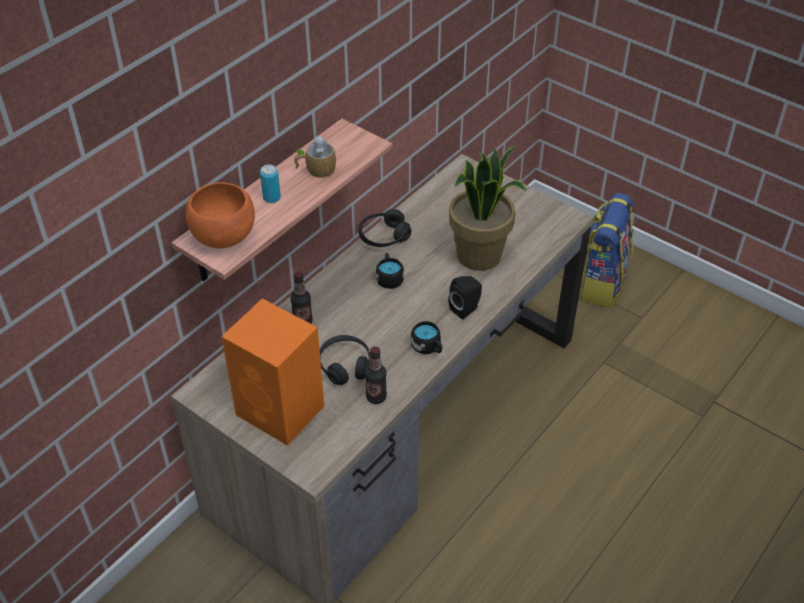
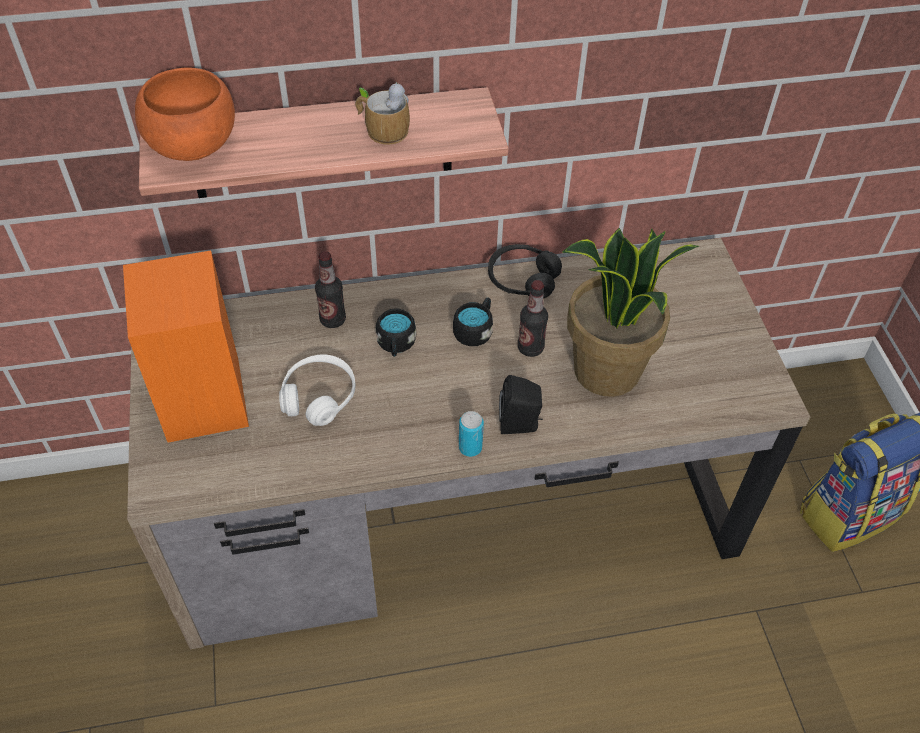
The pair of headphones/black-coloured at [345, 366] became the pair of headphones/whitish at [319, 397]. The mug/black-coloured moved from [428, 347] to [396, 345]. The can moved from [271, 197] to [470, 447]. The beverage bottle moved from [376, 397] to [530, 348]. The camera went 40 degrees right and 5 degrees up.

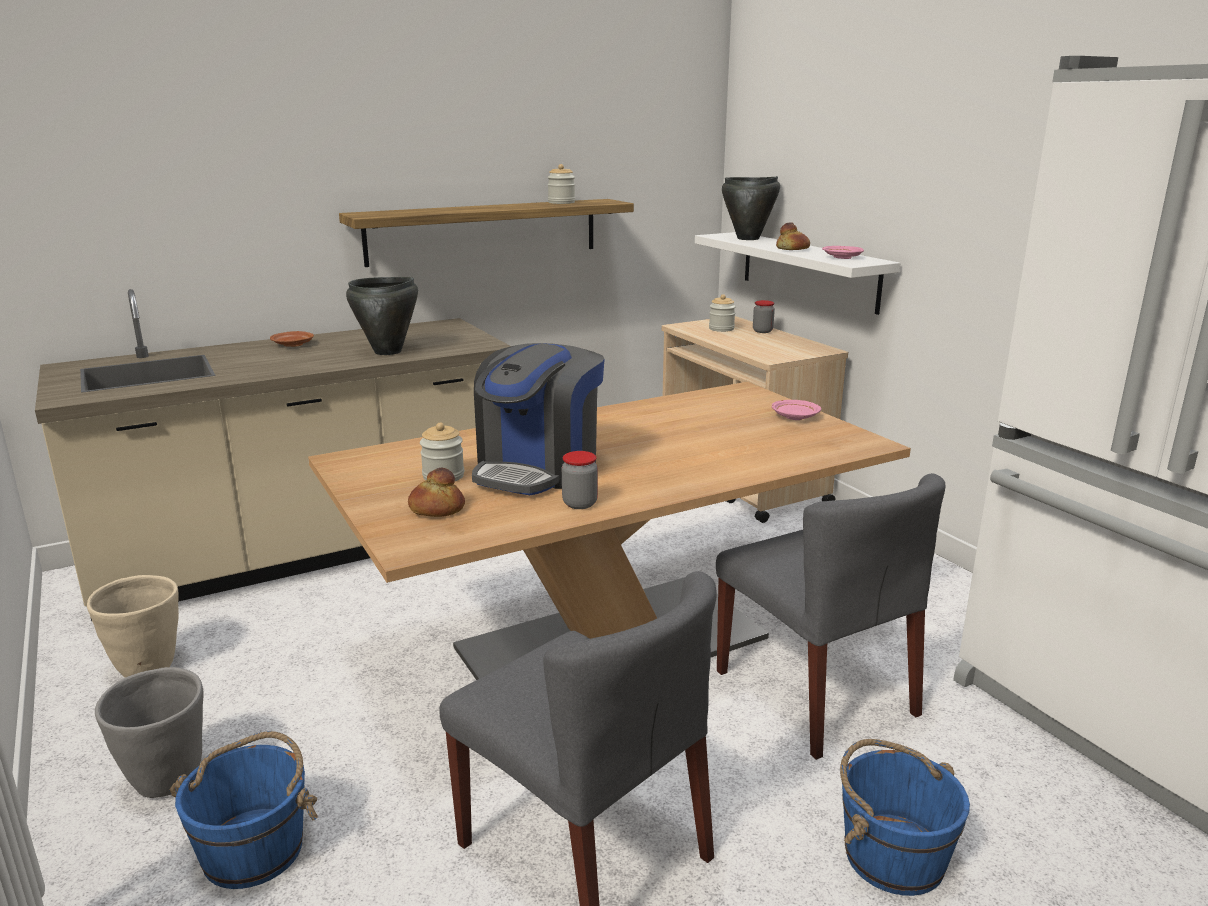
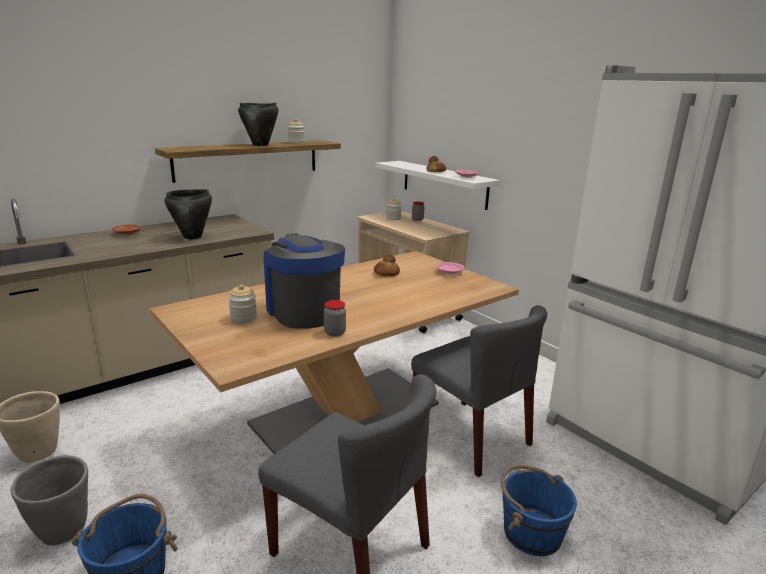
The cooking pot/black-coloured moved from [748, 238] to [260, 145]. The coffee brewer at [538, 469] turned 135 degrees clockwise. The bakery bread moved from [436, 509] to [386, 274]. The camera went 10 degrees left and 0 degrees up.

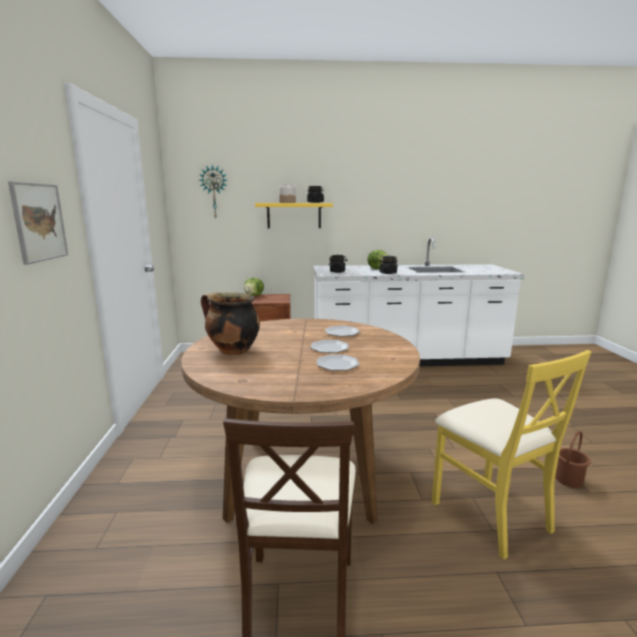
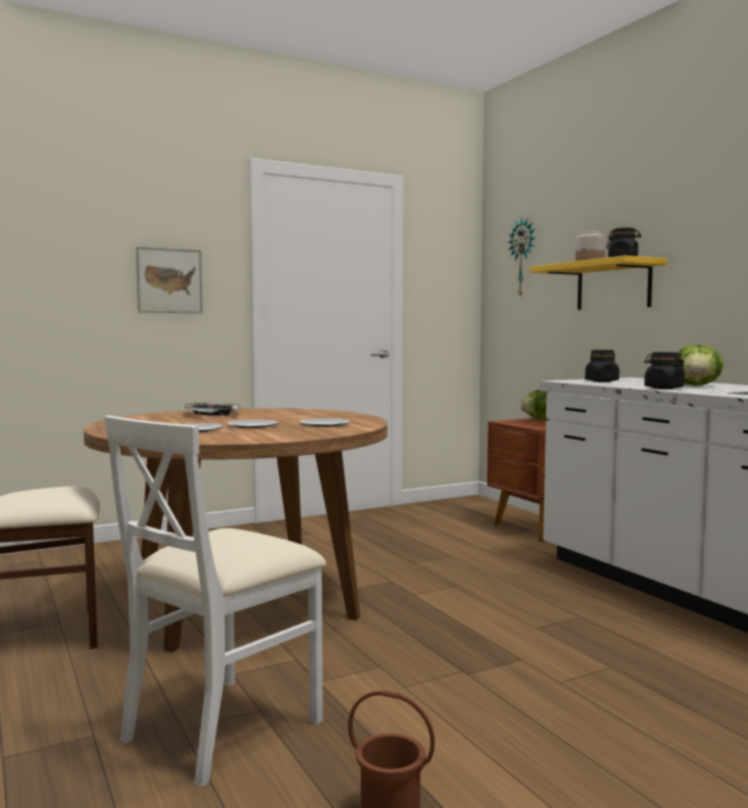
The upright chair/yellowish at [490, 514] became the upright chair/whitish at [222, 726]. The cooking pot at [232, 351] was replaced by the carrying tray at [212, 414]. The camera went 65 degrees right and 10 degrees down.

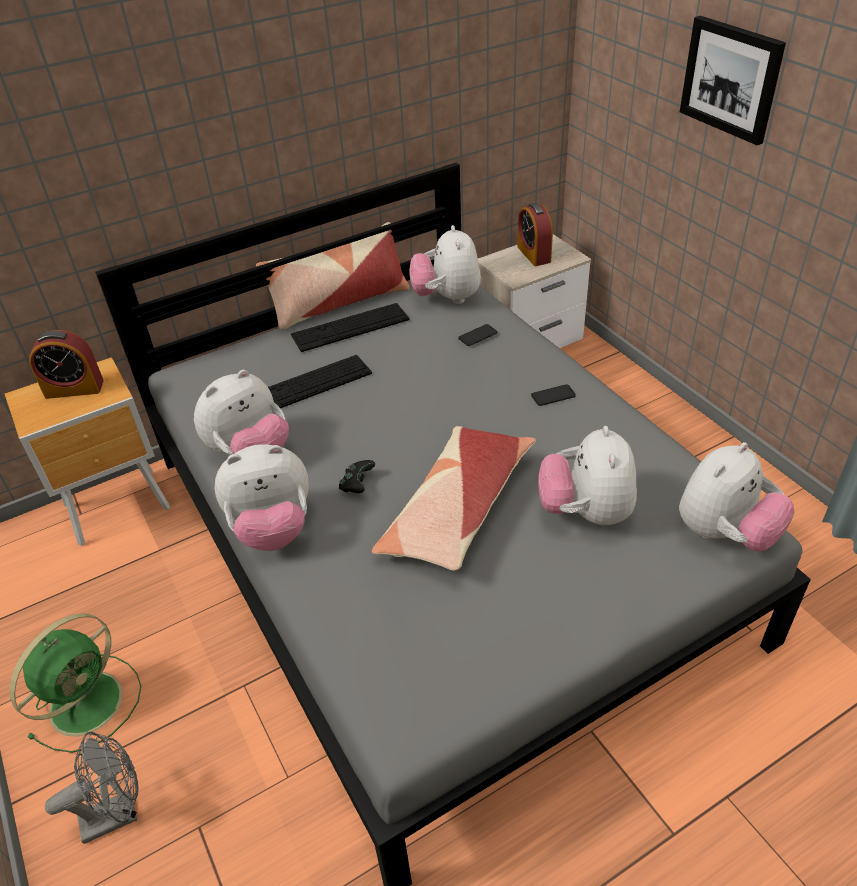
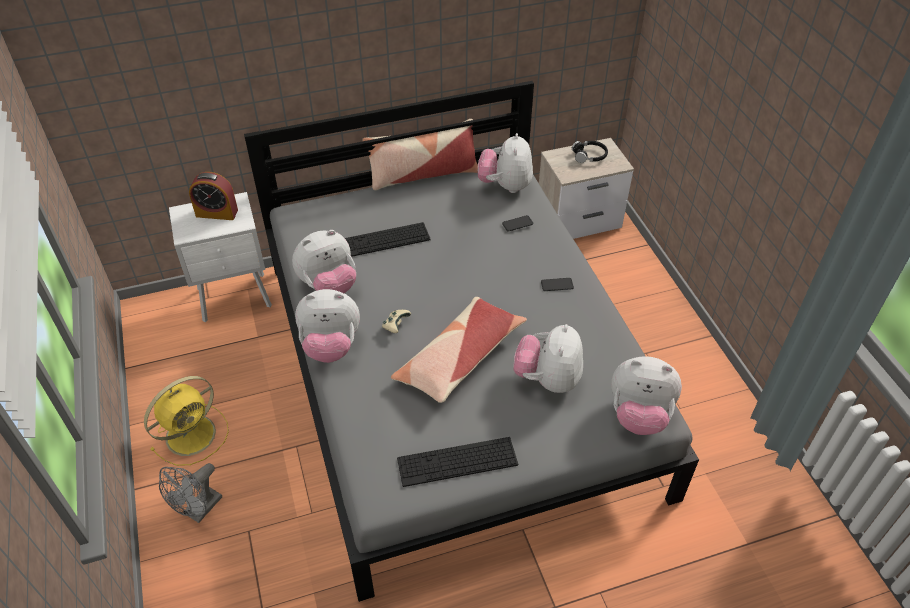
The electric fan/greenish at [89, 700] became the electric fan/yellowish at [192, 433]. The electric fan/greyish at [118, 813] turned 135 degrees clockwise. The nightstand/brown-coloured at [120, 507] became the nightstand/whitish at [236, 298]. The gamepad/black-coloured at [357, 484] became the gamepad/sand-coloured at [396, 326]. The computer keyboard moved from [350, 327] to [457, 461]. The bedside clock at [534, 254] was replaced by the pair of headphones/black-coloured at [589, 156]. The plush toy at [725, 533] turned 45 degrees clockwise. The wall picture at [731, 79] disappeared. The camera went 10 degrees right and 5 degrees up.

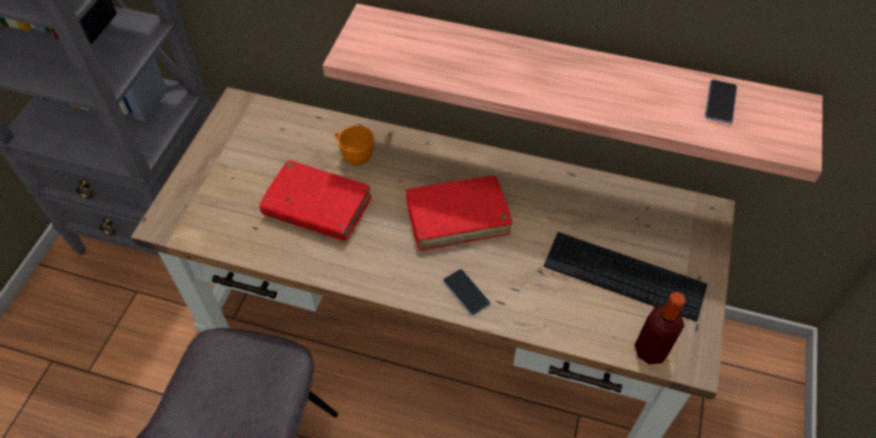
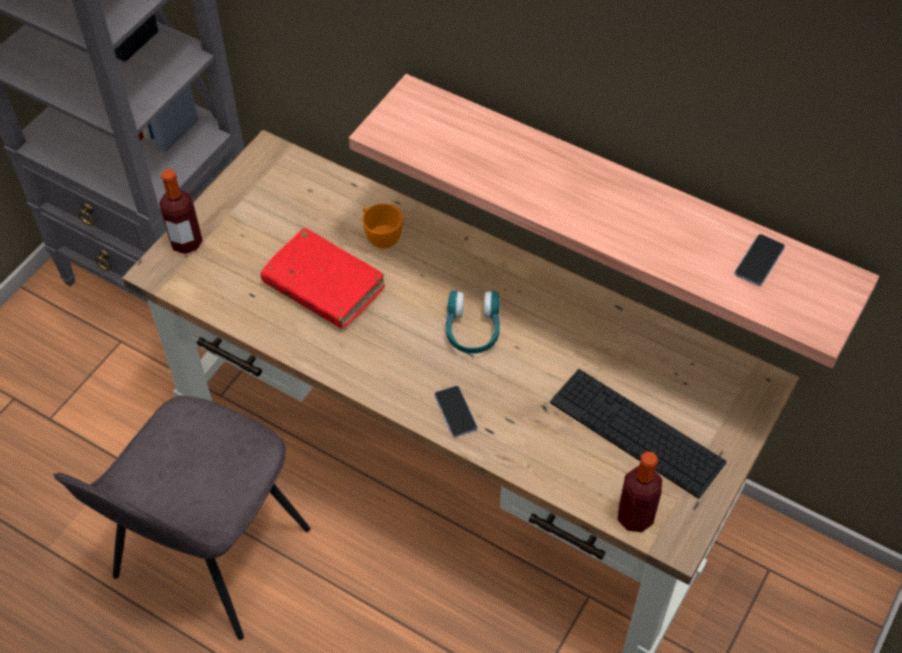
The beverage bottle at [186, 243] appeared. The book/red at [457, 218] was replaced by the pair of headphones/turquoise-coloured at [472, 330]. The camera went 15 degrees right and 0 degrees up.

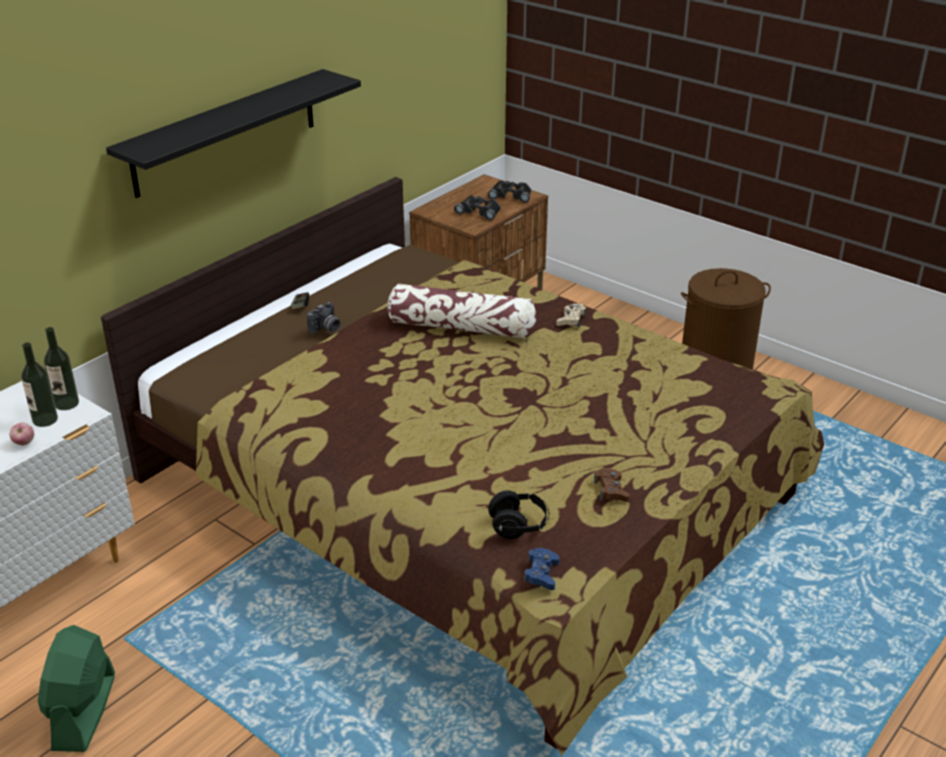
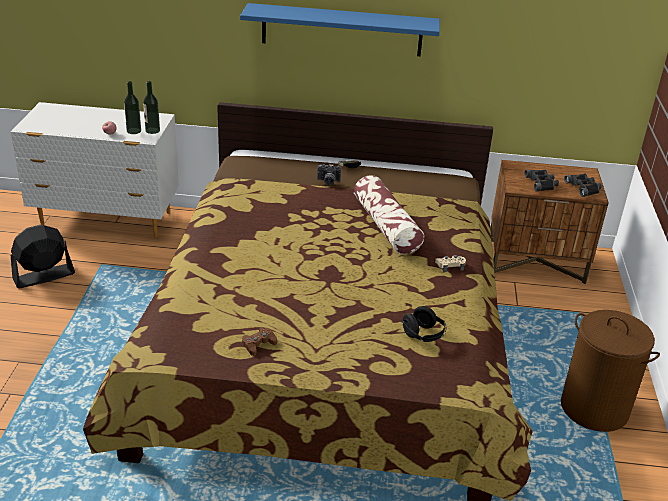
The electric fan/greenish at [84, 712] became the electric fan/black-coloured at [43, 276]. The bracket shelf/black-coloured at [225, 132] became the bracket shelf/blue at [341, 30]. The pair of headphones/black-coloured moved from [519, 526] to [423, 335]. The gamepad/blue at [541, 574] disappeared. The camera went 55 degrees right and 0 degrees up.

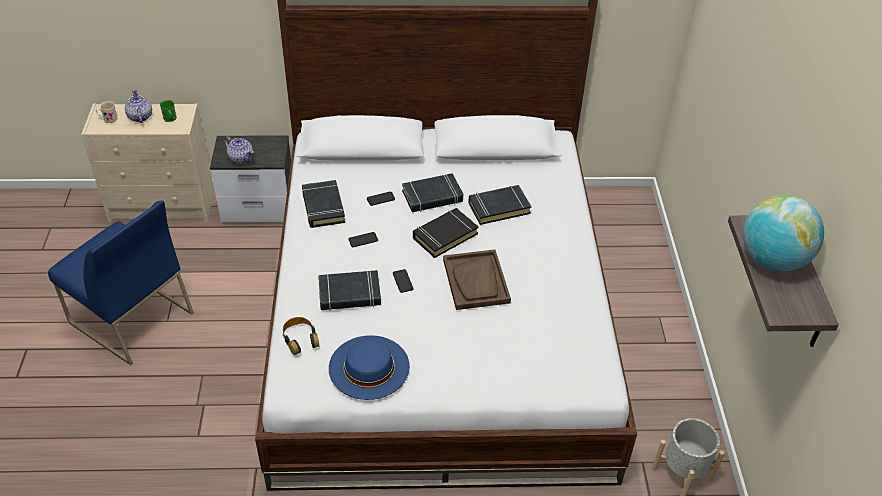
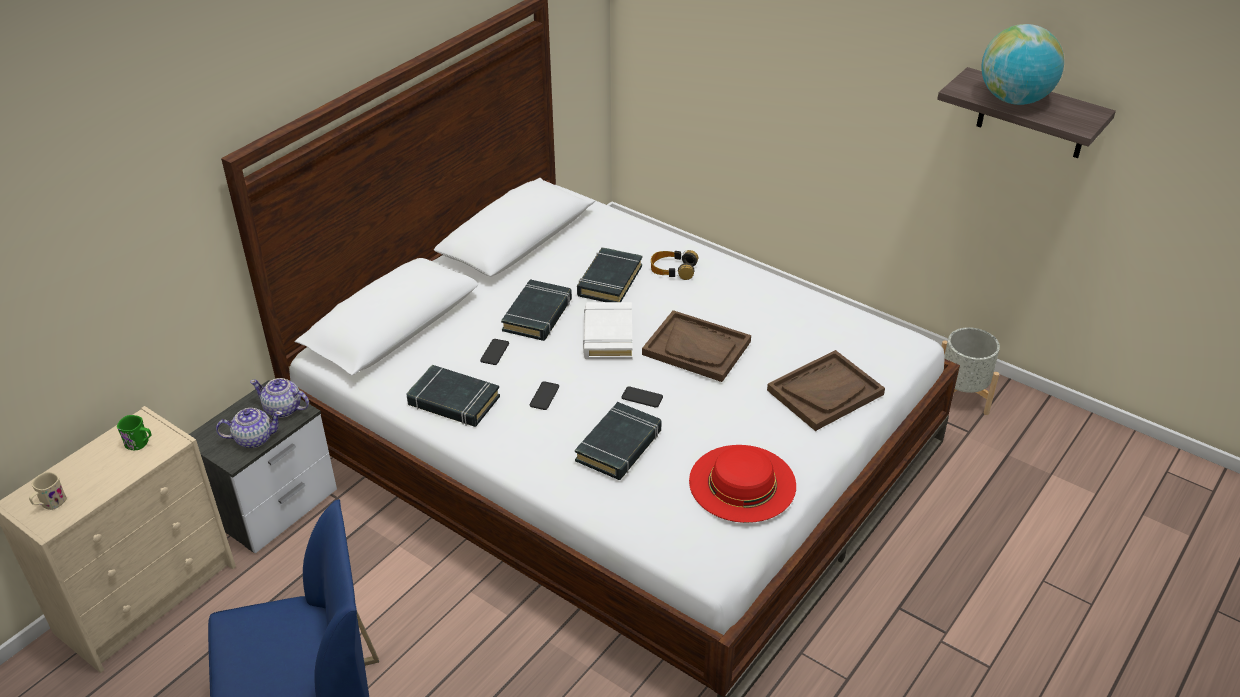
The tea pot moved from [140, 117] to [283, 409]. The book/black-coloured at [444, 236] became the book/whitish at [608, 335]. The pair of headphones moved from [300, 339] to [673, 269]. The wearable hat/blue at [369, 367] became the wearable hat/red at [742, 483]. The carrying tray/brown-coloured at [825, 392] appeared. The camera went 50 degrees left and 5 degrees down.

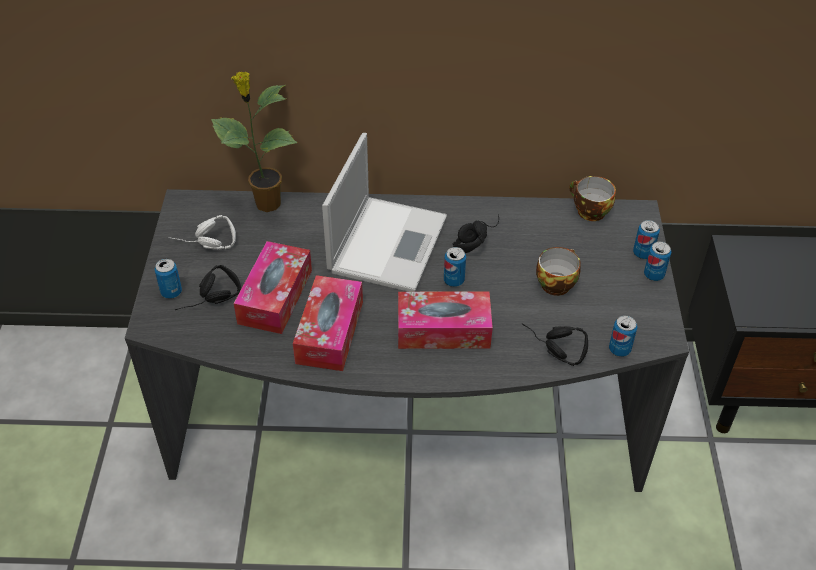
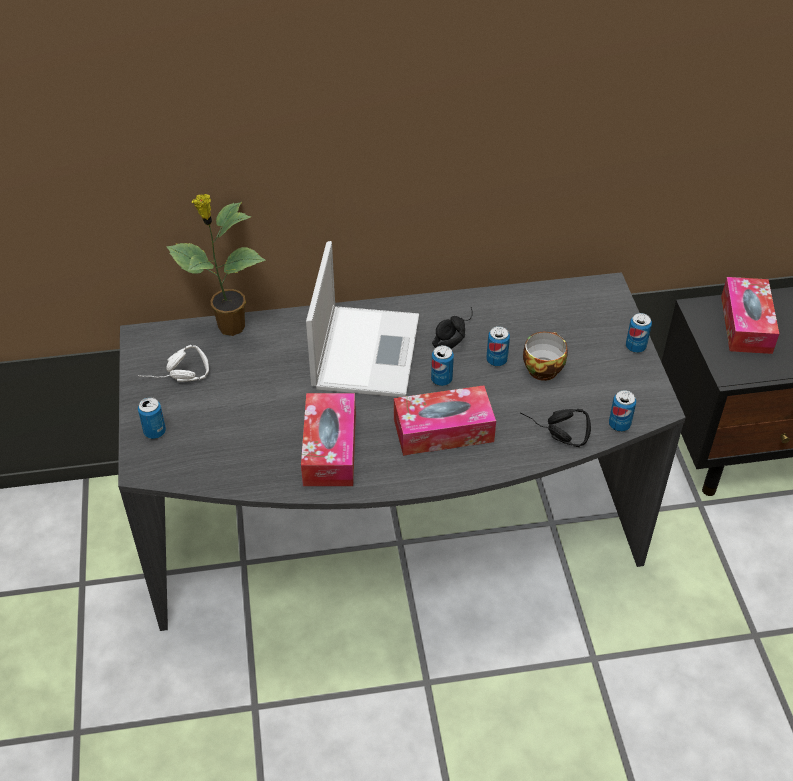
The can moved from [642, 253] to [496, 360]. The box of tissues moved from [275, 296] to [746, 324]. The pair of headphones/black-coloured at [211, 302] disappeared. The drinking cup at [589, 211] disappeared. The camera went 10 degrees left and 0 degrees up.

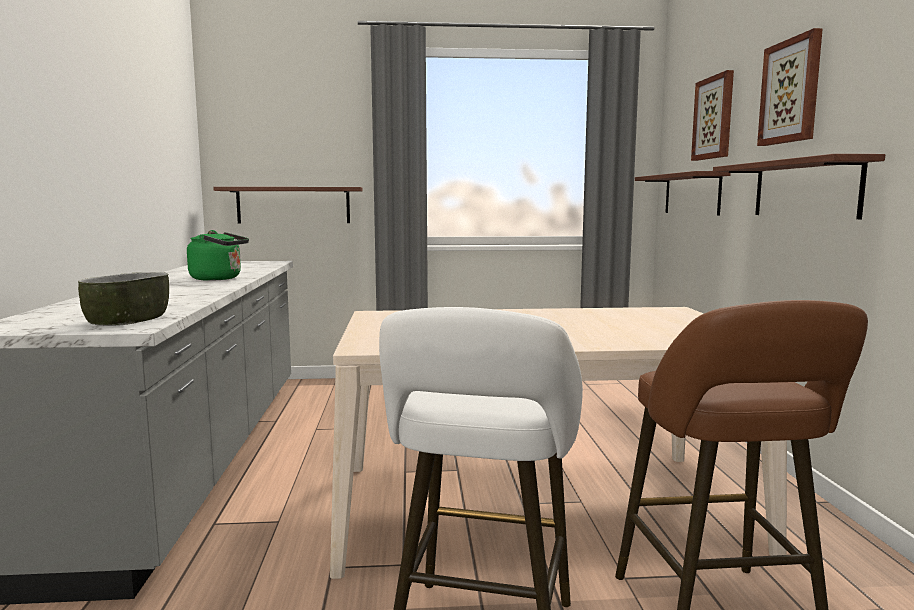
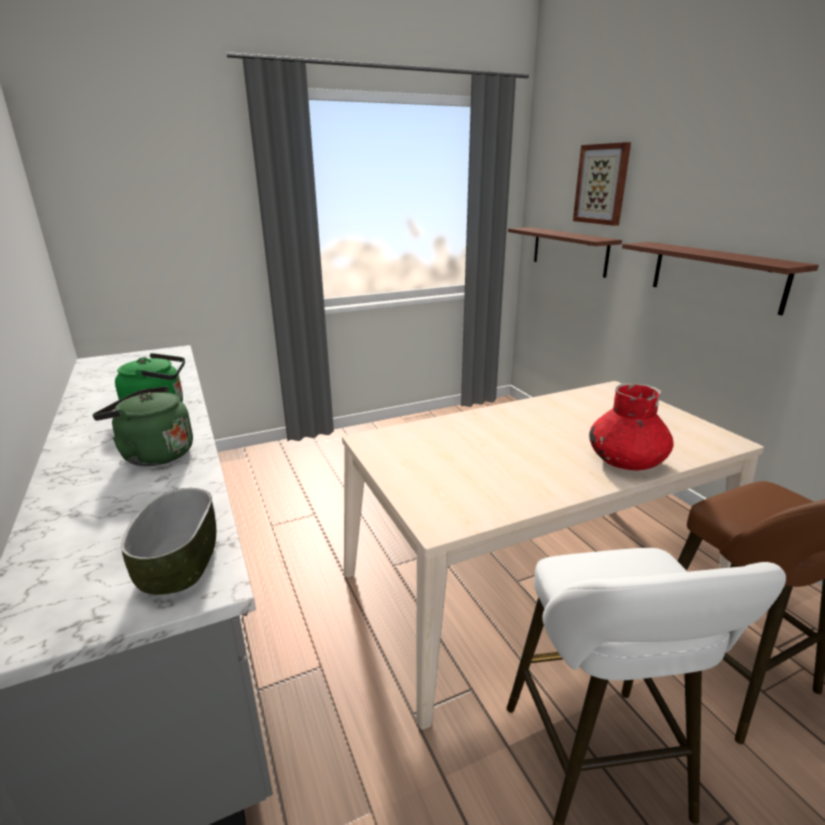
The water kettle/greenish at [154, 454] appeared. The vase/red at [626, 461] appeared. The bracket shelf at [293, 205] disappeared. The wall picture at [791, 91] disappeared. The camera went 20 degrees left and 15 degrees up.

